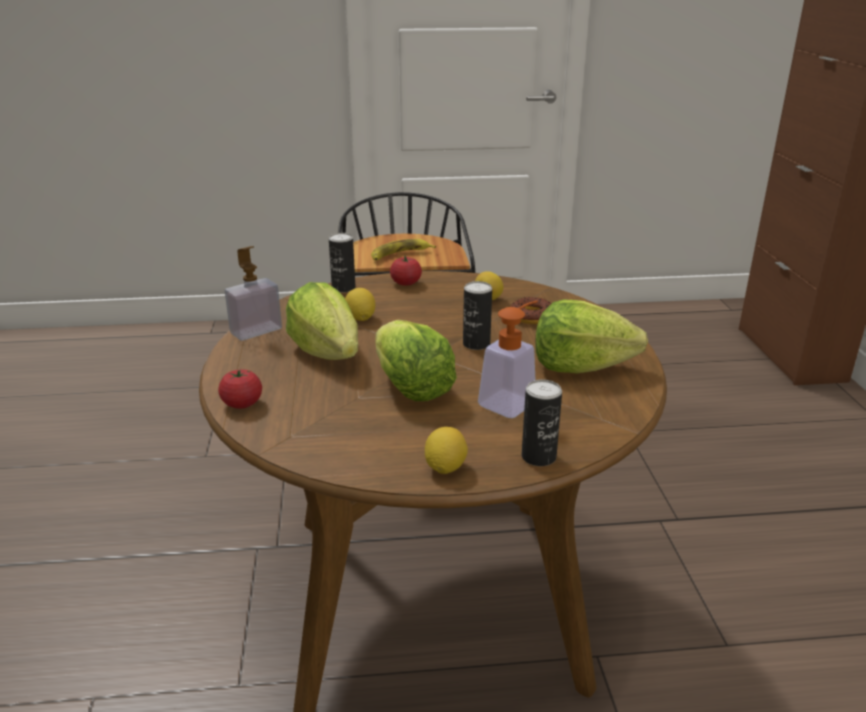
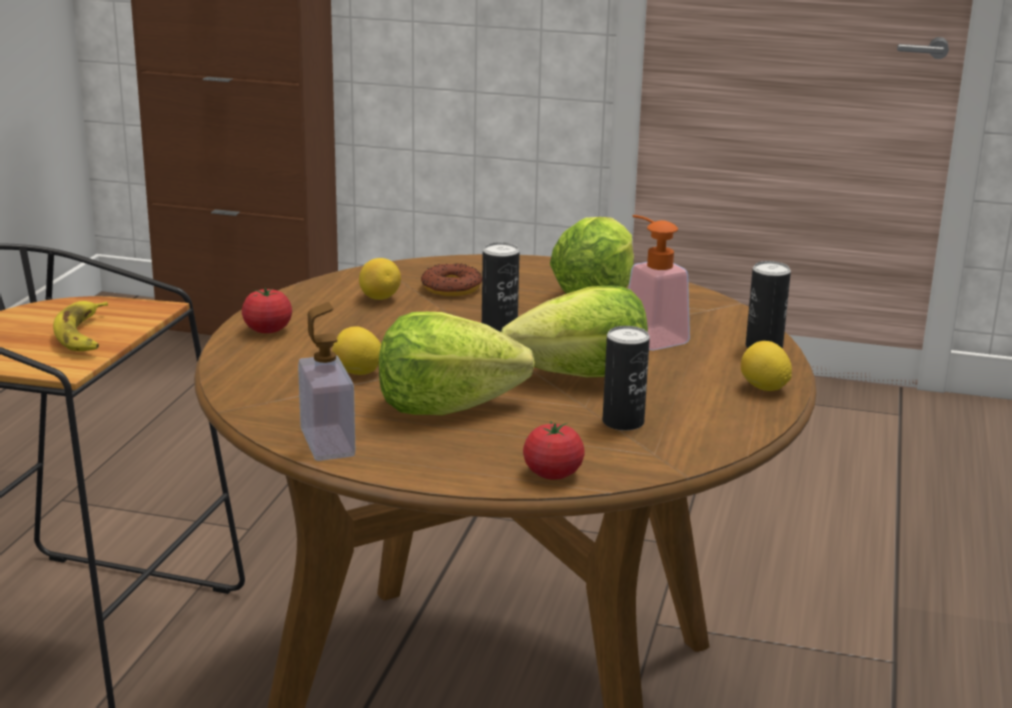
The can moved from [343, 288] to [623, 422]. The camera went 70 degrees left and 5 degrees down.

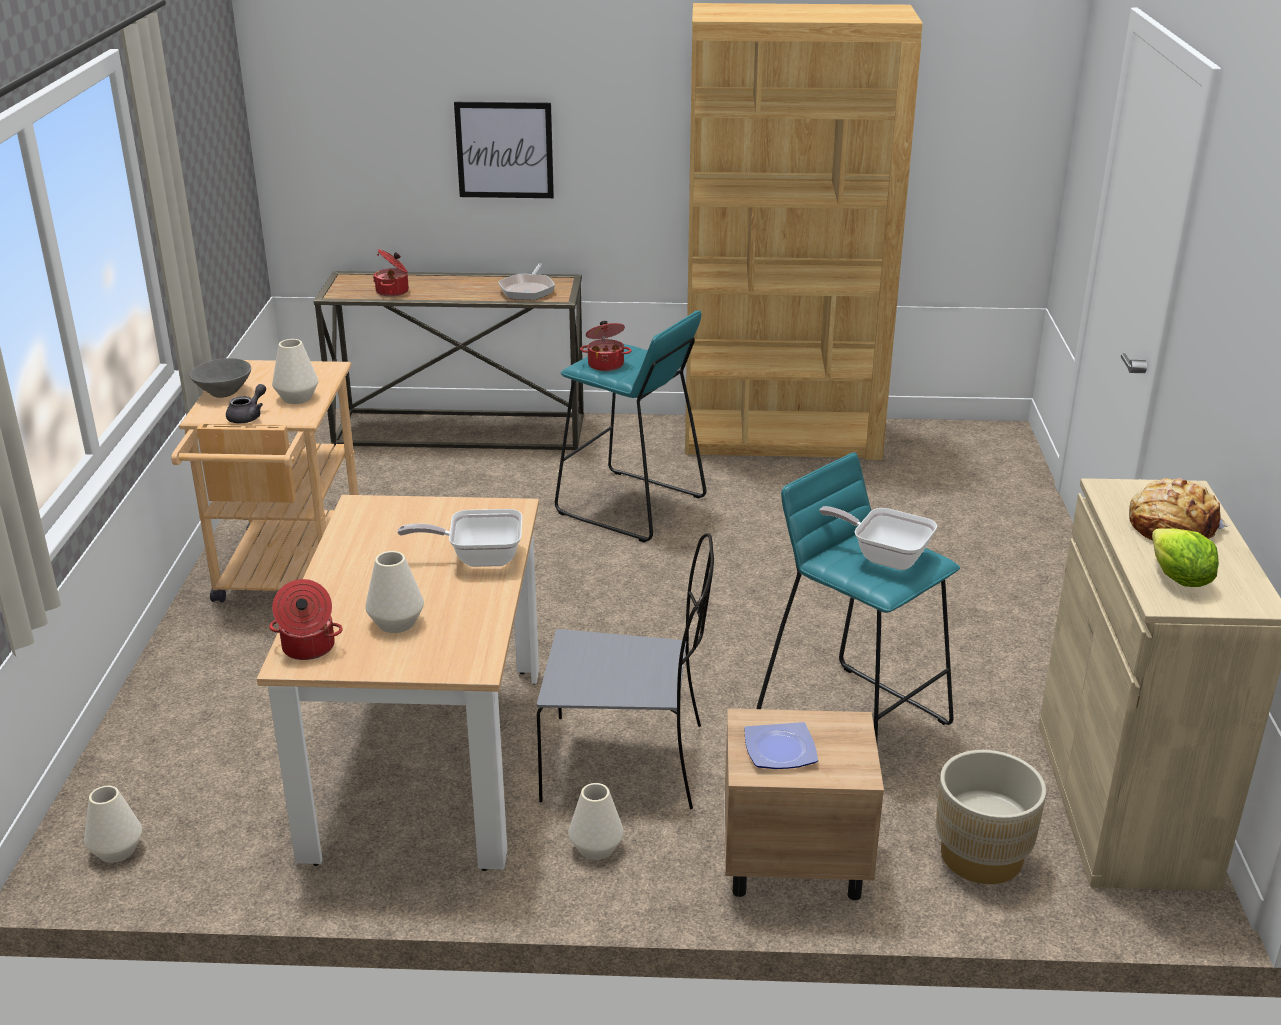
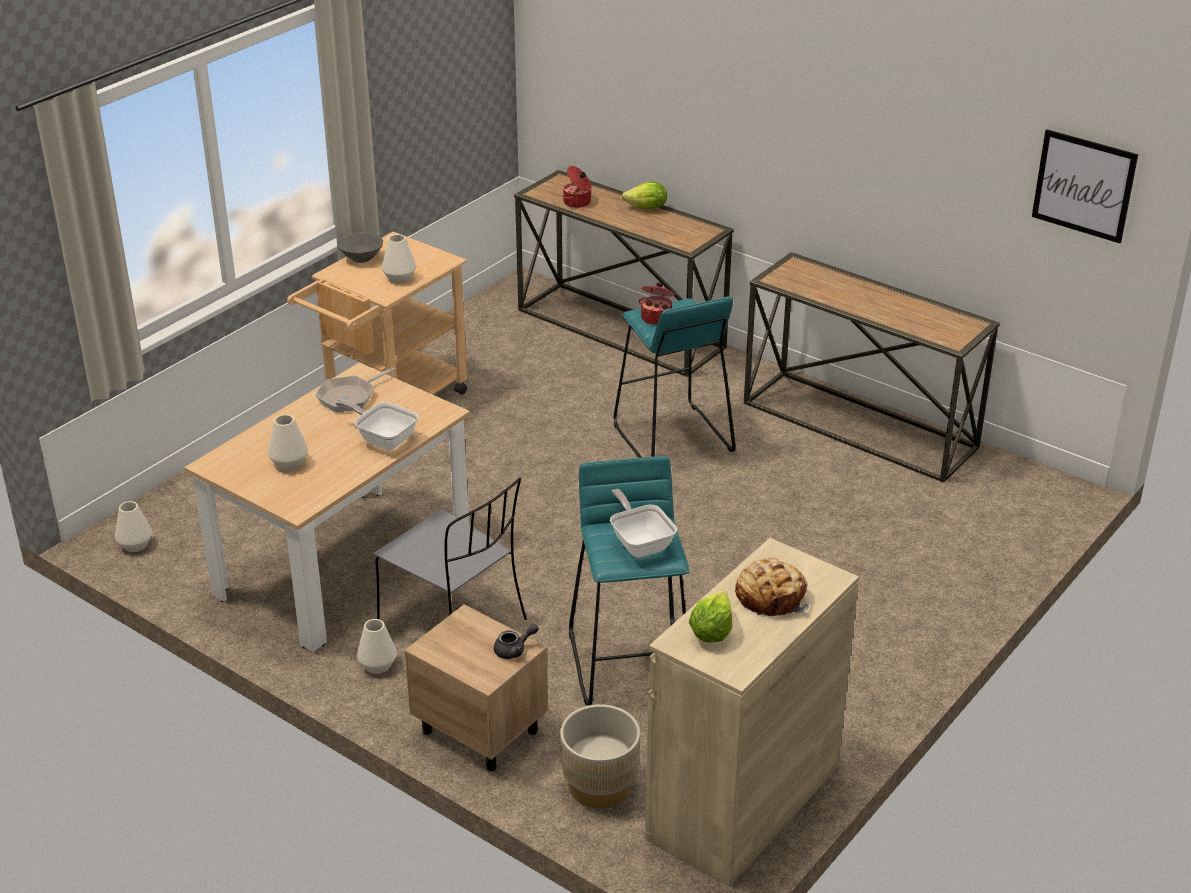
The skillet moved from [528, 290] to [350, 396]. The tea pot/greyish moved from [248, 416] to [514, 650]. The lettuce at [647, 208] appeared. The shelving unit/brown-coloured at [782, 438] was replaced by the narrow table at [860, 424]. The wall picture moved from [504, 150] to [1084, 185]. The cooking pot at [308, 648] disappeared. The plate at [781, 751] disappeared. The camera went 35 degrees right and 5 degrees up.

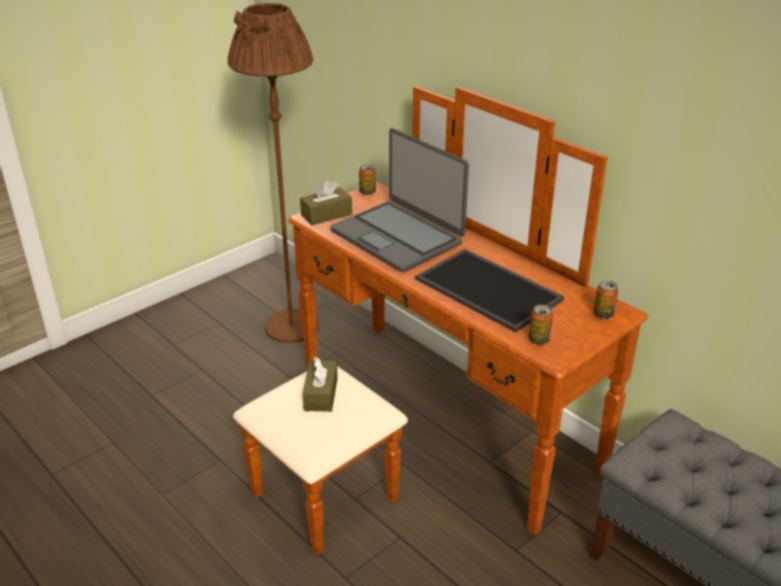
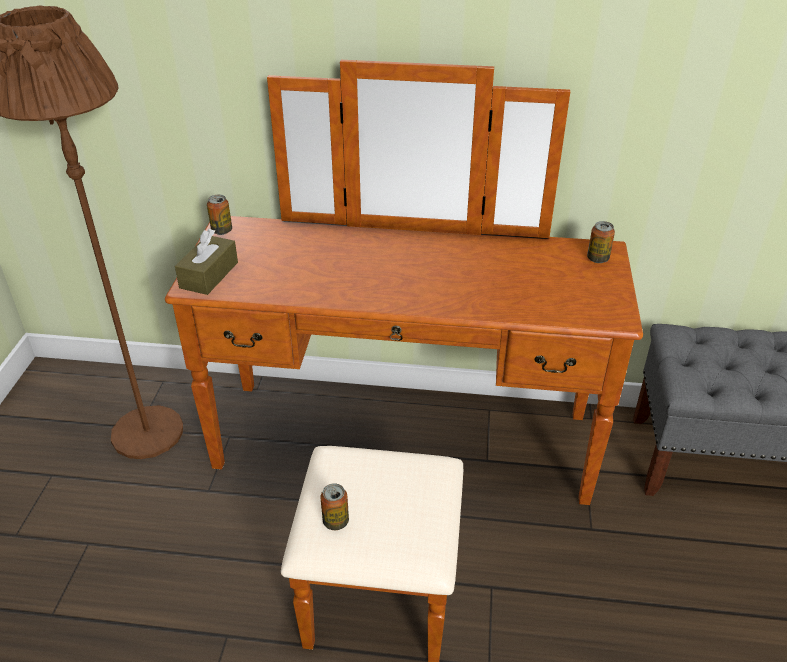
The can moved from [539, 340] to [335, 521]. The box of tissues/brown-coloured at [321, 394] disappeared. The notebook computer at [397, 237] disappeared. The carrying tray at [490, 289] disappeared. The camera went 40 degrees left and 5 degrees up.

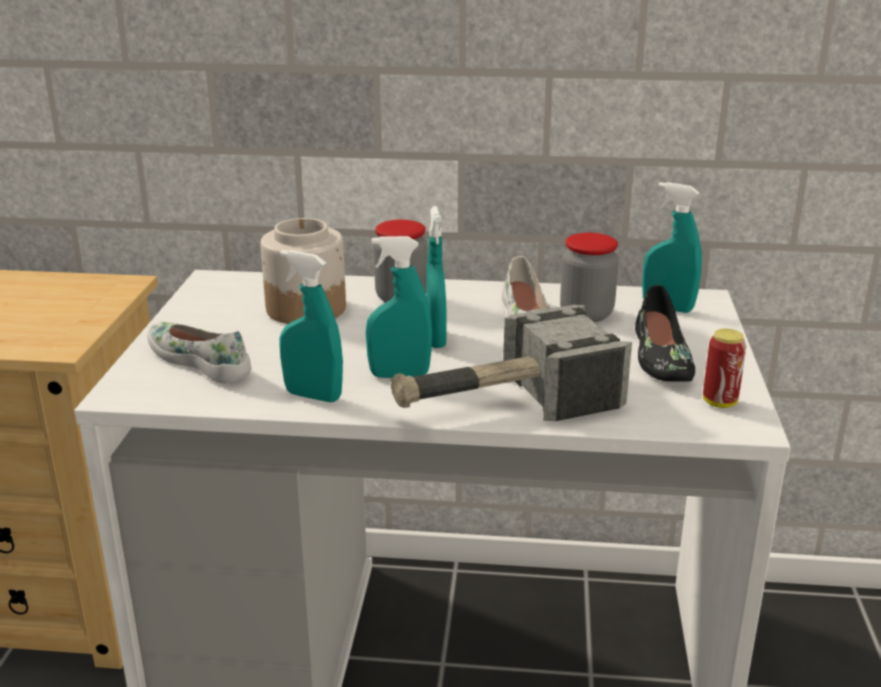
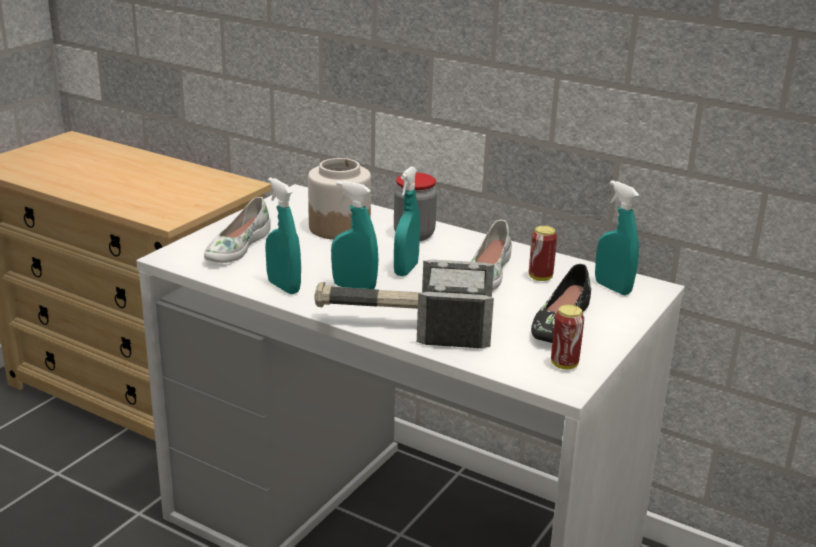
The low shoe/whitish at [200, 361] turned 135 degrees counterclockwise. The preserve jar at [586, 314] was replaced by the can at [540, 277]. The camera went 25 degrees right and 0 degrees up.

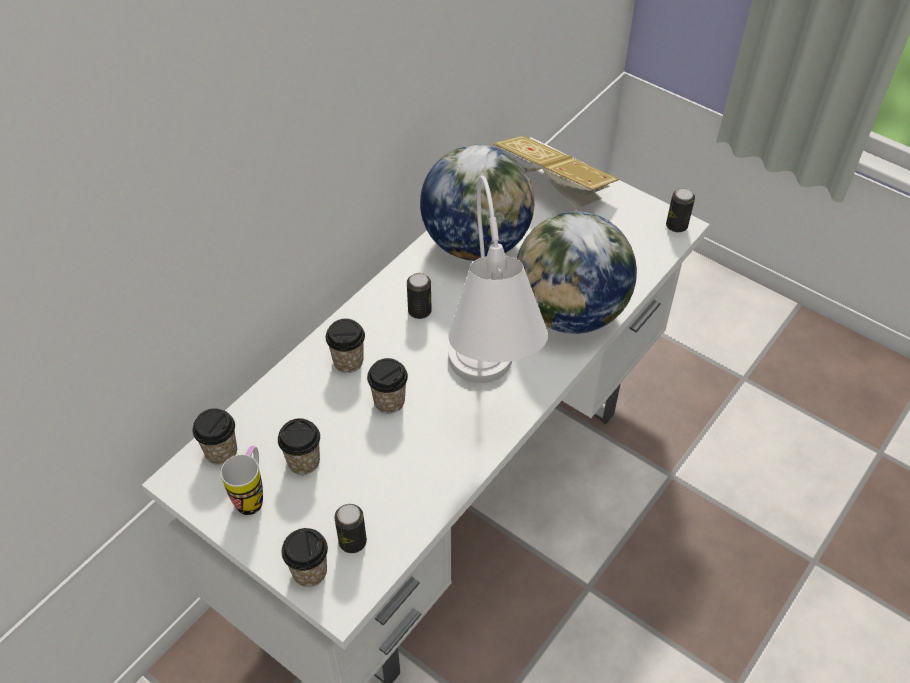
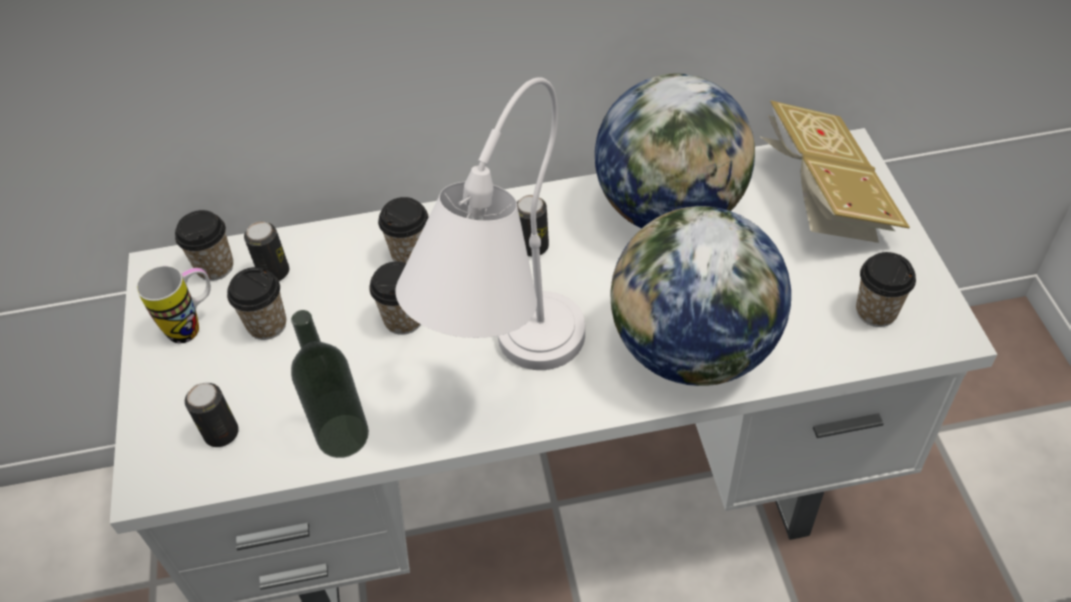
The can moved from [676, 226] to [274, 272]. The beverage bottle at [343, 435] appeared. The drinking cup moved from [309, 572] to [876, 312]. The camera went 45 degrees right and 0 degrees up.

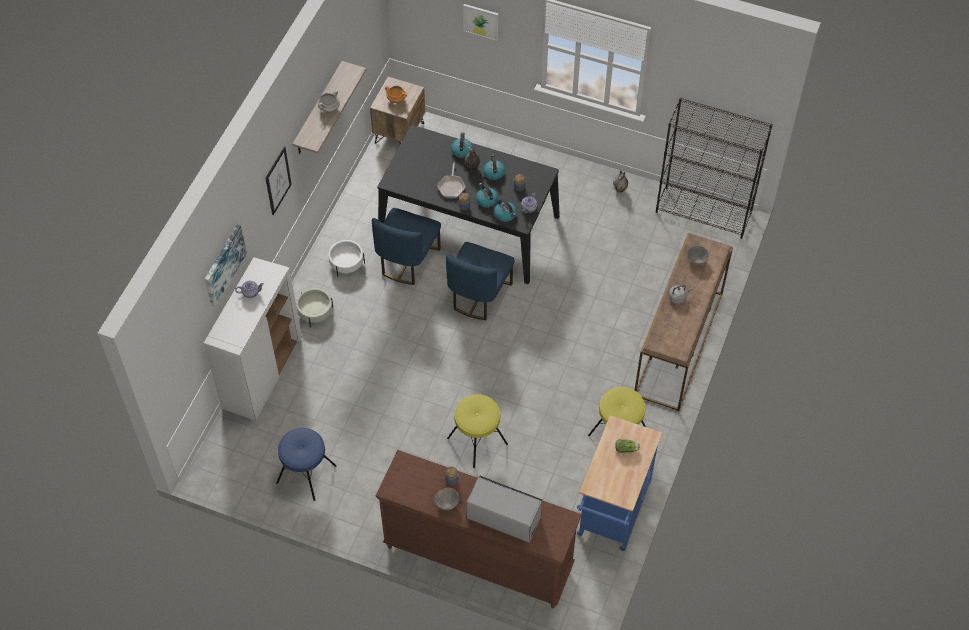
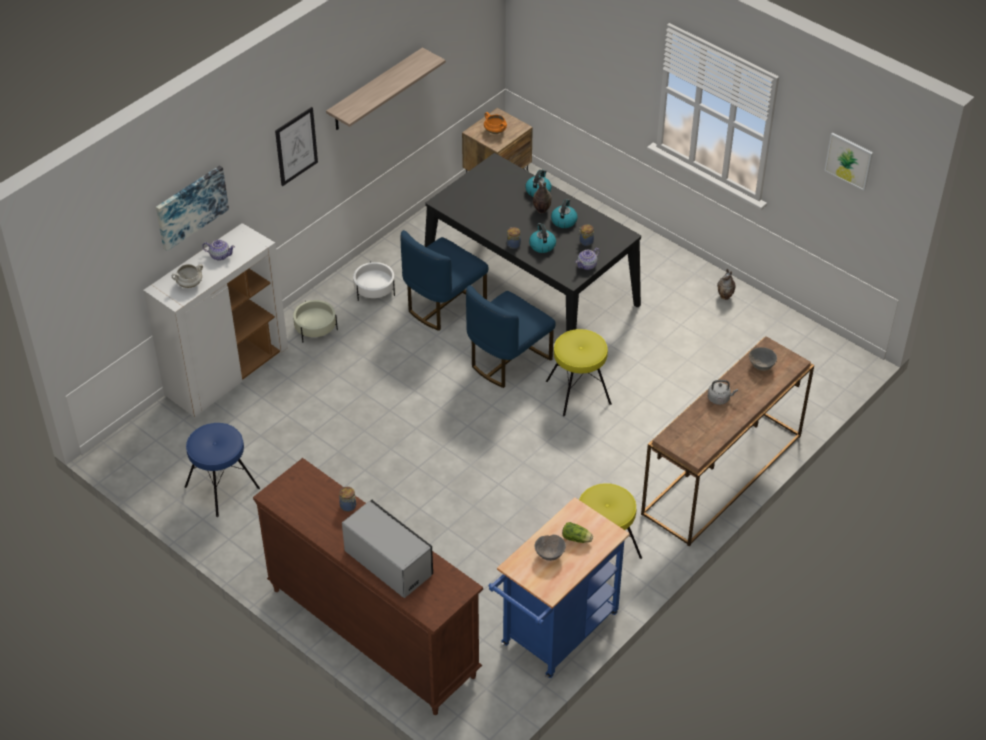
The cooking pot/whitish moved from [329, 108] to [189, 284]. The deep dish/greyish moved from [447, 503] to [549, 555]. The stool/yellowish moved from [477, 440] to [578, 392]. The wall picture moved from [481, 21] to [849, 161]. The skillet at [451, 186] disappeared. The water kettle at [505, 215] disappeared. The shelving unit/black-coloured at [704, 212] disappeared. The camera went 20 degrees right and 10 degrees down.

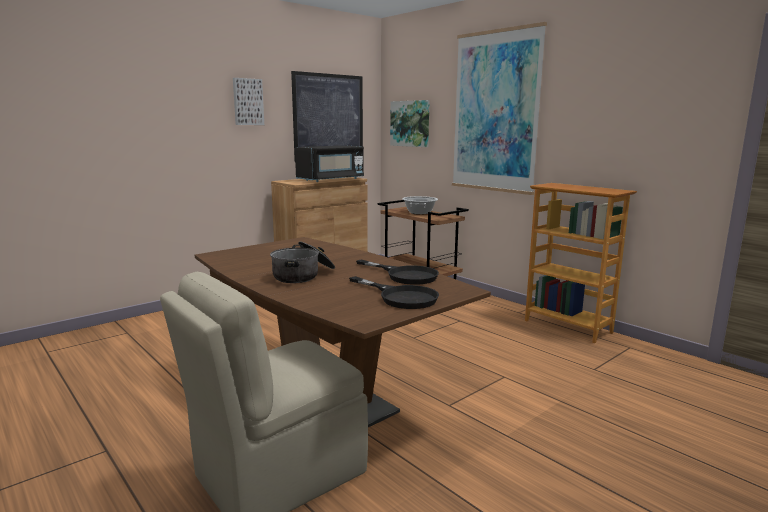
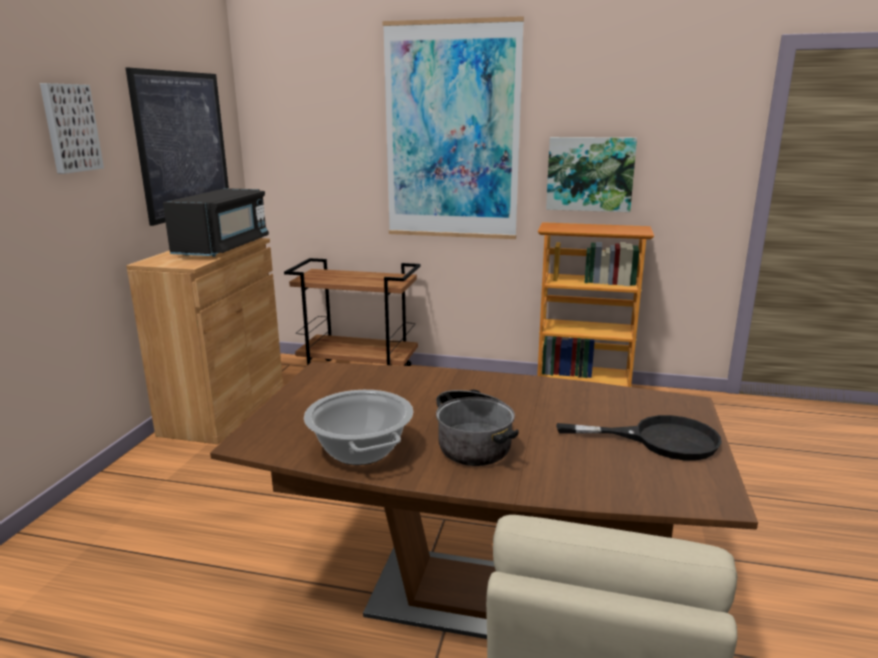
The cooking pot moved from [419, 212] to [360, 450]. The wall picture moved from [410, 123] to [590, 174]. The skillet/black-coloured at [405, 275] disappeared. The camera went 35 degrees left and 5 degrees up.

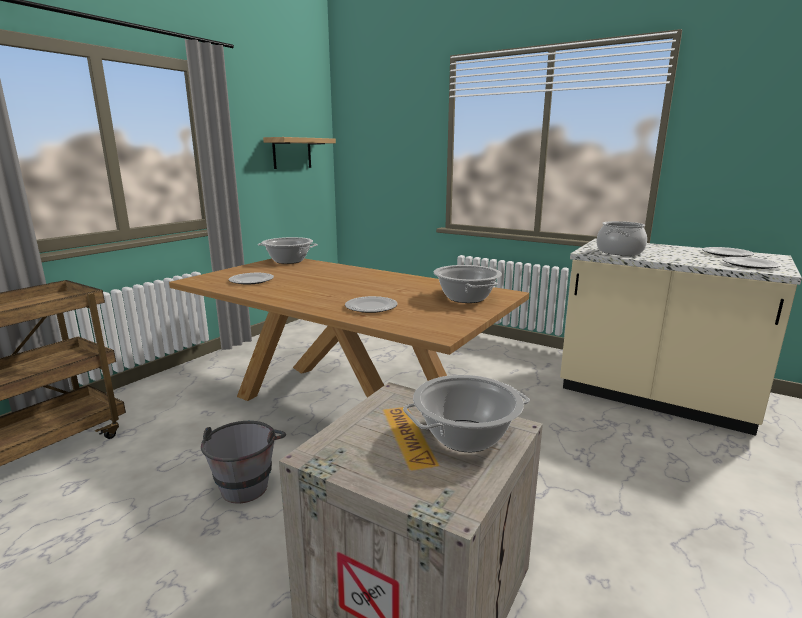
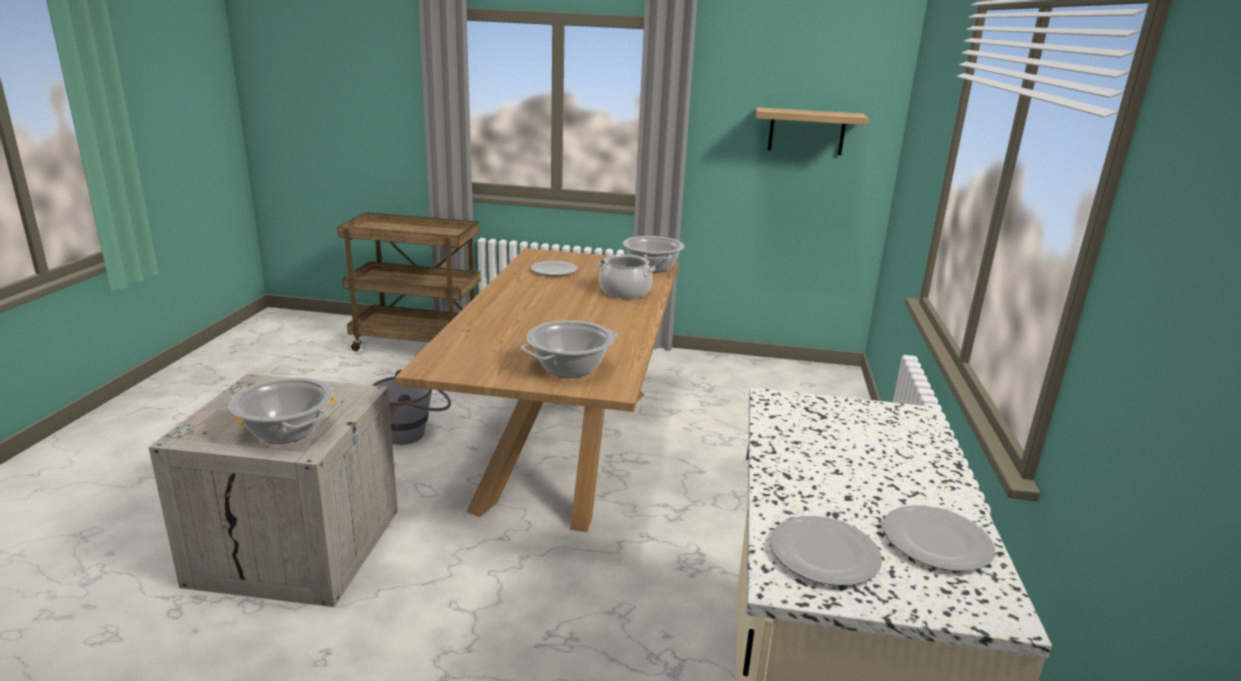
The cooking pot moved from [619, 252] to [625, 291]. The plate at [370, 307] disappeared. The camera went 65 degrees right and 5 degrees up.

